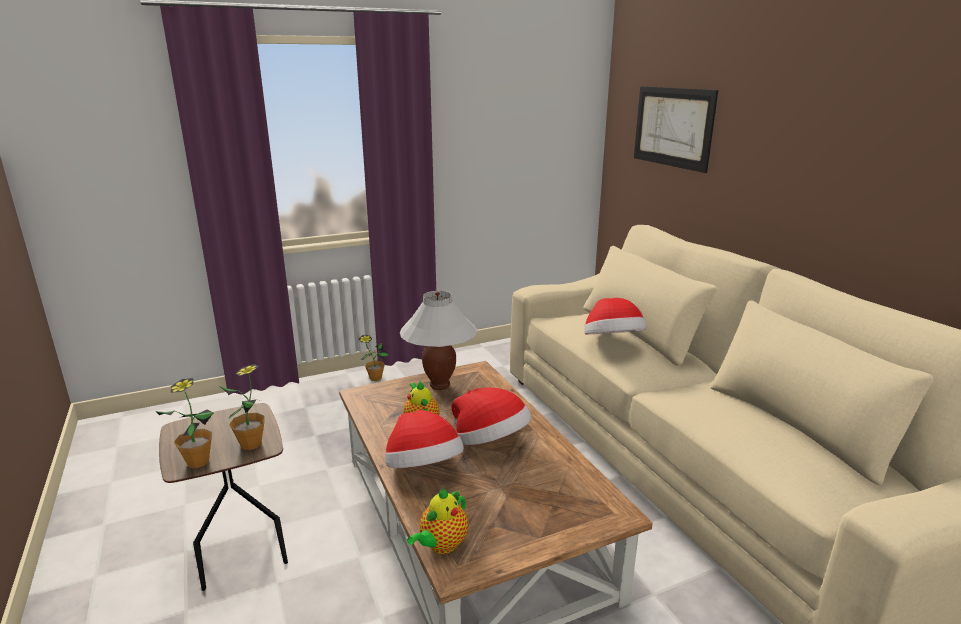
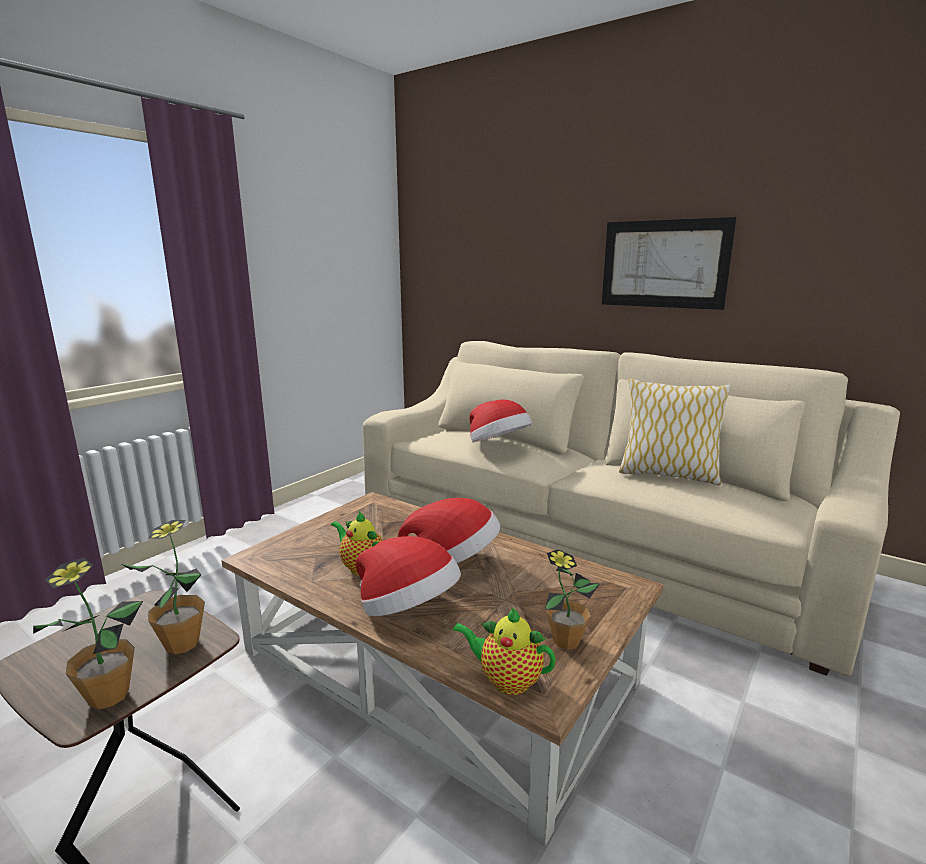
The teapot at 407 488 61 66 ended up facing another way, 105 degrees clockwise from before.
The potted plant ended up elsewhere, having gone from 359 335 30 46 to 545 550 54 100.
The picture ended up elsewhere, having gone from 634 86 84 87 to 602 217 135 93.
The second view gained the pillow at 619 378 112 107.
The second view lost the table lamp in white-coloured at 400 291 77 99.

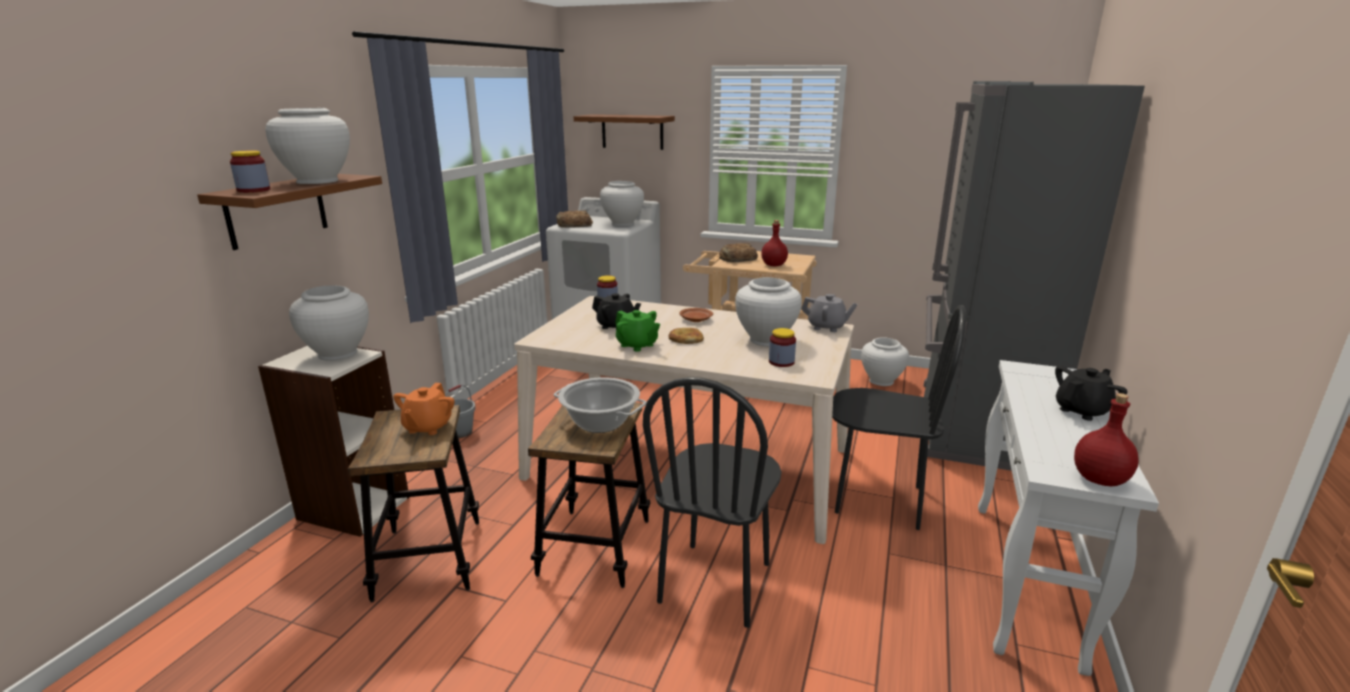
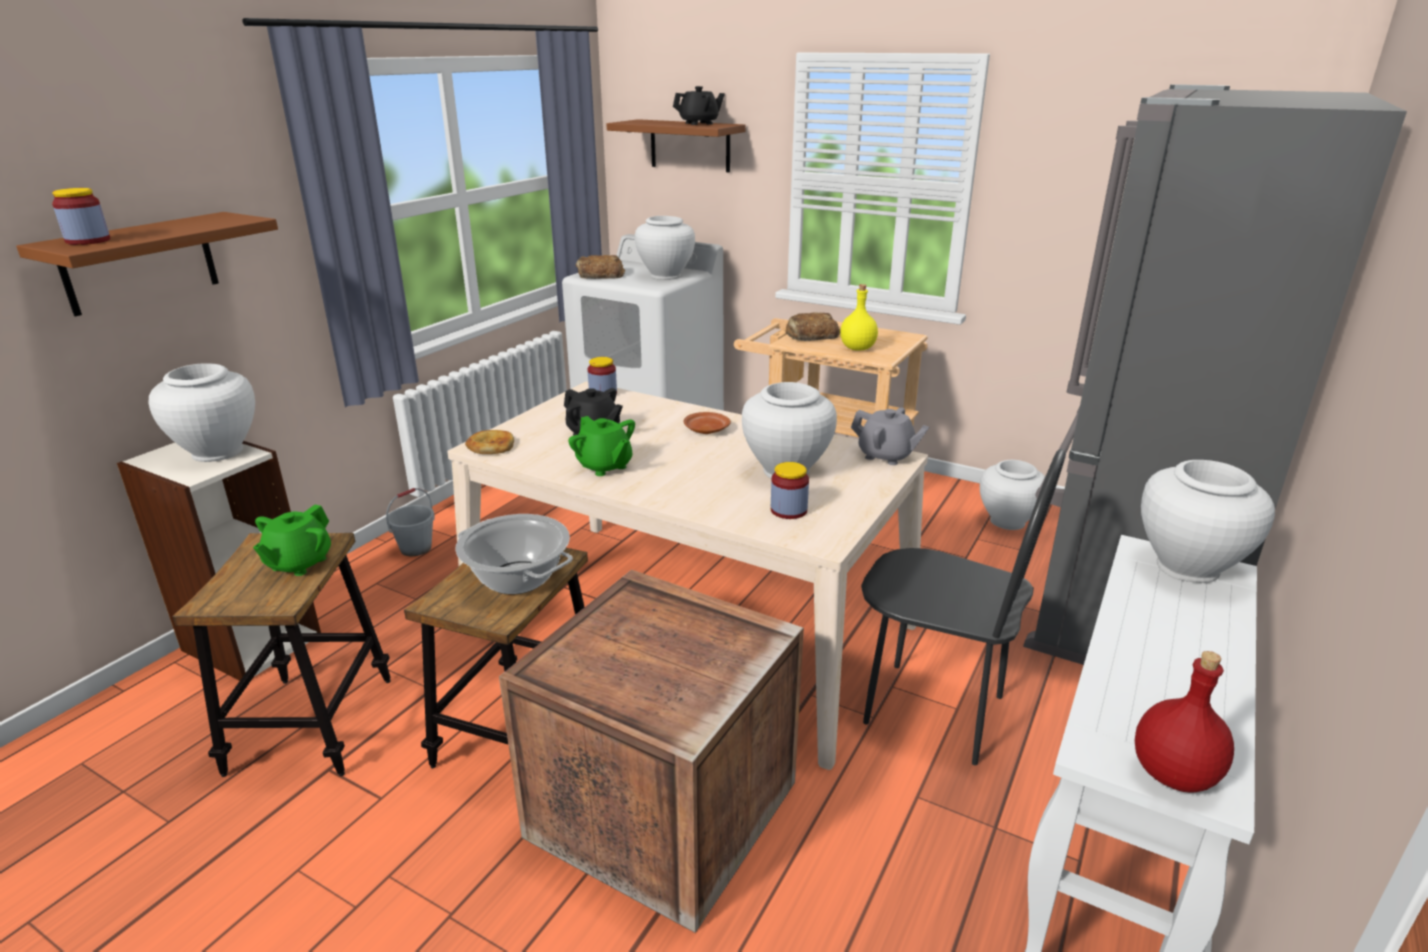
What was the teapot in orange at 393 383 62 52 turned into the teapot in green at 253 505 78 71.
The baked bread ended up elsewhere, having gone from 668 328 36 16 to 465 430 49 24.
Where the upright chair in blackish stood at 643 377 139 251, the shipping crate came to stand at 499 570 305 363.
The teapot in blackish ended up elsewhere, having gone from 1055 366 72 55 to 673 86 52 39.
What was the beverage bottle in reddish at 761 220 27 46 turned into the beverage bottle in yellow at 840 284 38 67.
The vase in white-coloured ended up elsewhere, having gone from 265 108 85 76 to 1141 460 134 123.

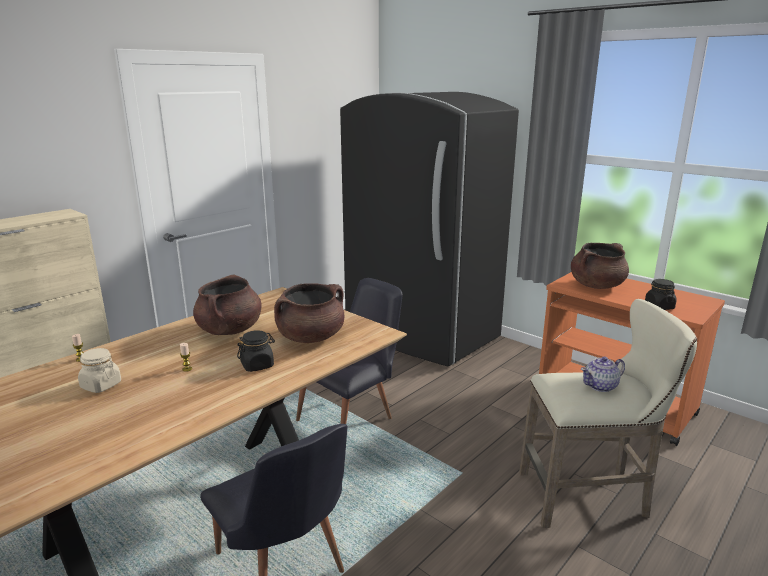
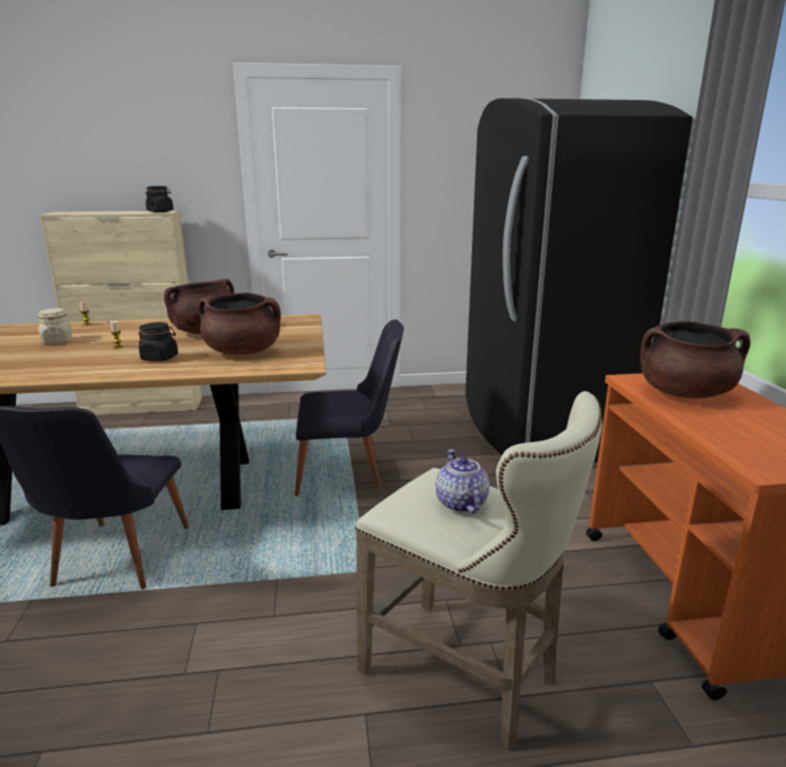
The preserve jar in blackish ended up elsewhere, having gone from 645 279 32 31 to 146 186 28 26.
The teapot at 581 356 44 36 ended up facing another way, 60 degrees clockwise from before.

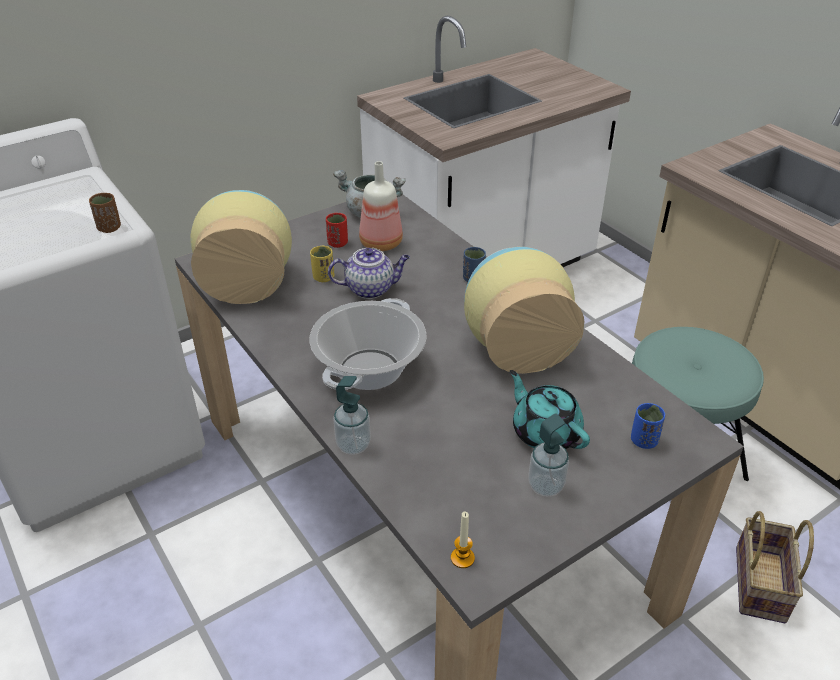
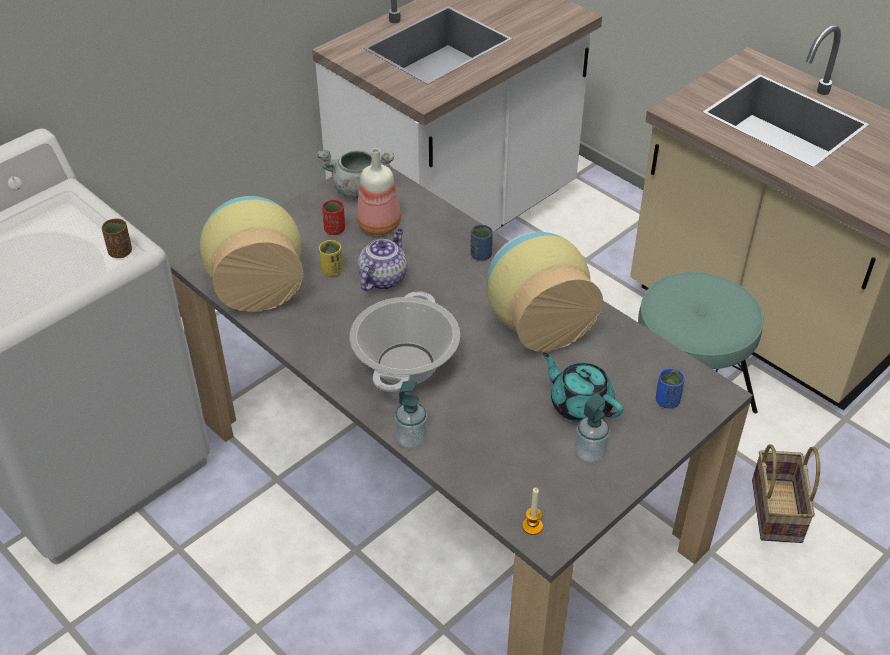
The teapot at 328 248 82 51 ended up facing another way, 45 degrees counterclockwise from before.

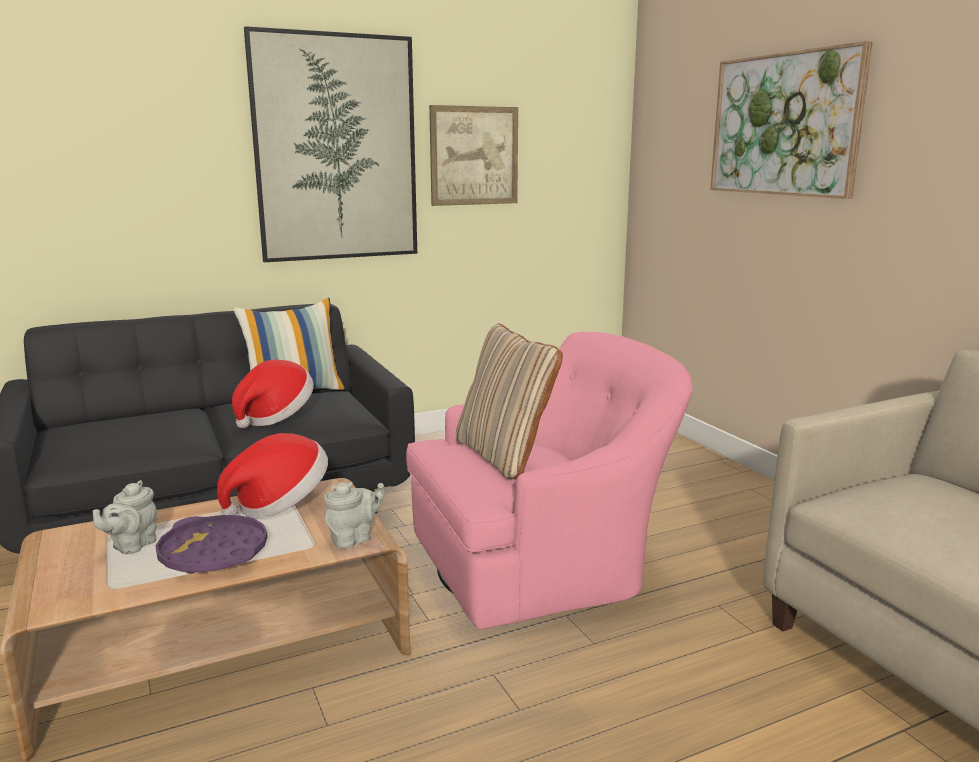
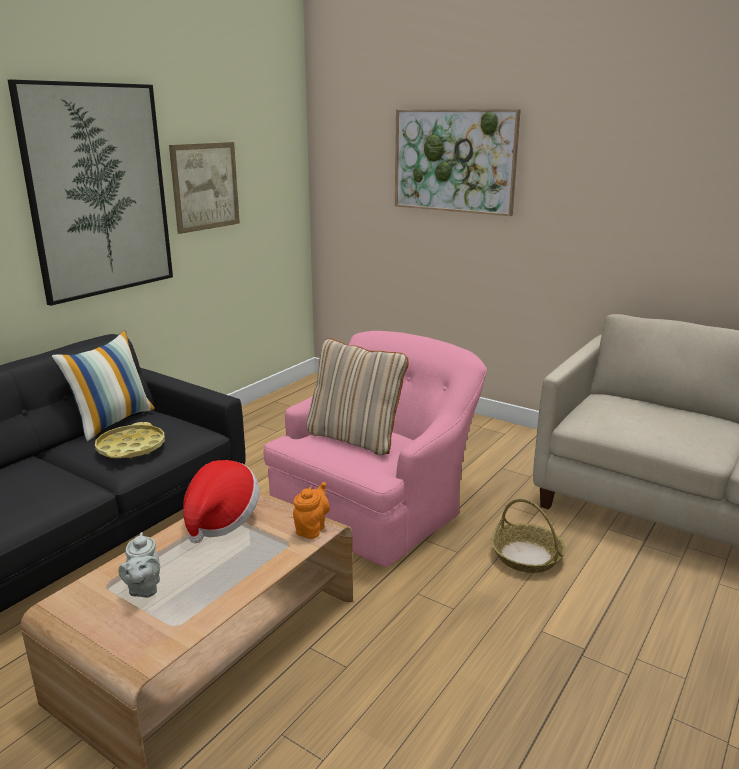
Where the wearable hat stood at 232 360 82 68, the carrying tray in yellow came to stand at 95 422 70 36.
What was the teapot in grey at 324 482 61 66 turned into the teapot in orange at 293 482 37 57.
The second view gained the household basket at 491 499 75 74.
The second view lost the carrying tray in purple at 156 515 112 59.

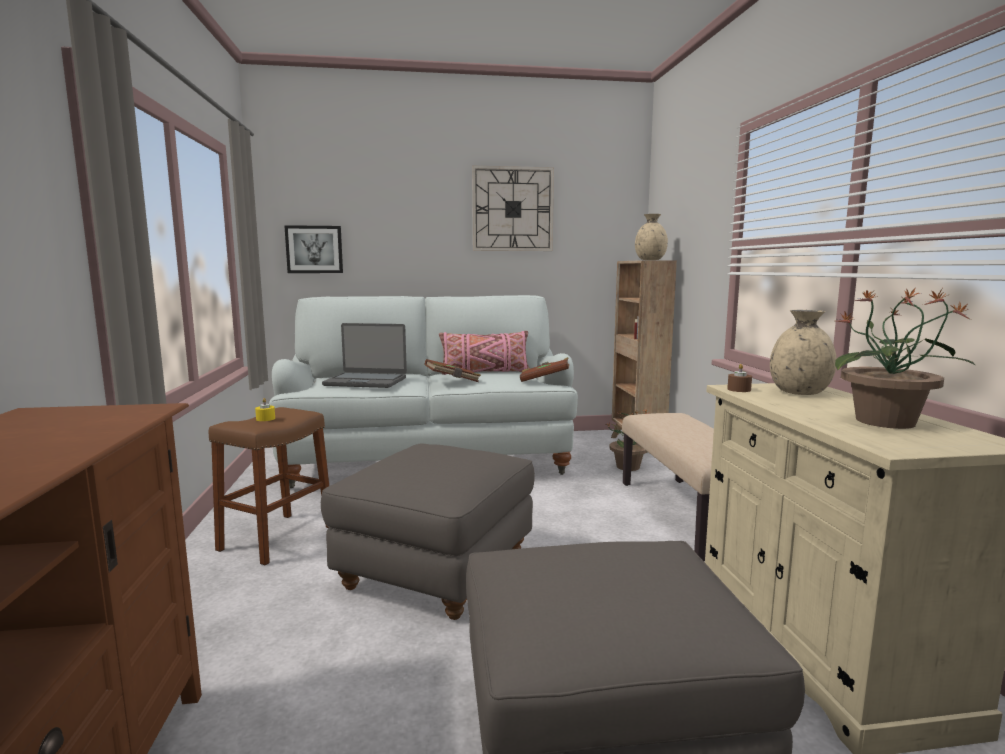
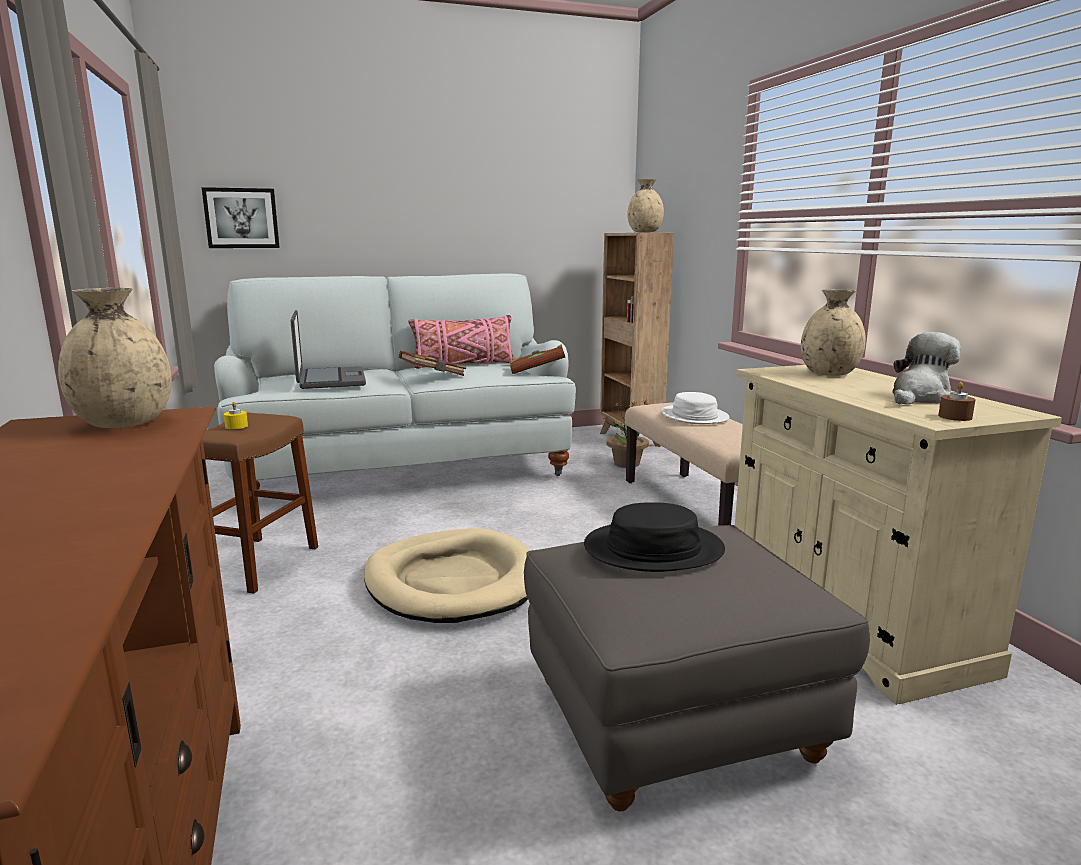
The second view gained the vase in beige-coloured at 58 288 113 140.
The notebook computer at 322 323 85 65 ended up facing another way, 105 degrees counterclockwise from before.
Where the pouffe in grey stood at 321 443 214 177, the pet bed in beige-coloured came to stand at 364 528 167 95.
The second view gained the wearable hat in blackish at 584 502 141 70.
The second view gained the wearable hat in white-coloured at 661 392 69 32.
Where the potted plant stood at 835 287 141 142, the plush toy came to stand at 892 332 69 73.
The wax light in brown ended up elsewhere, having gone from 727 364 25 28 to 938 382 38 39.
The second view lost the wall clock at 472 166 82 85.

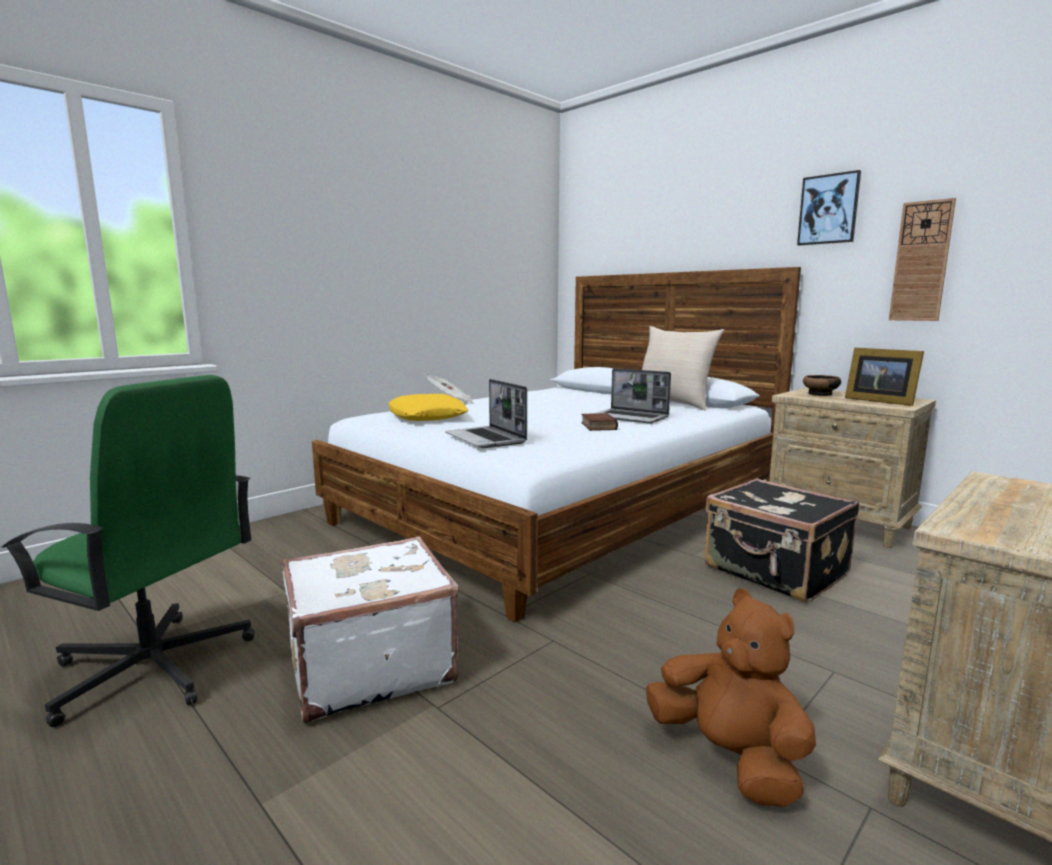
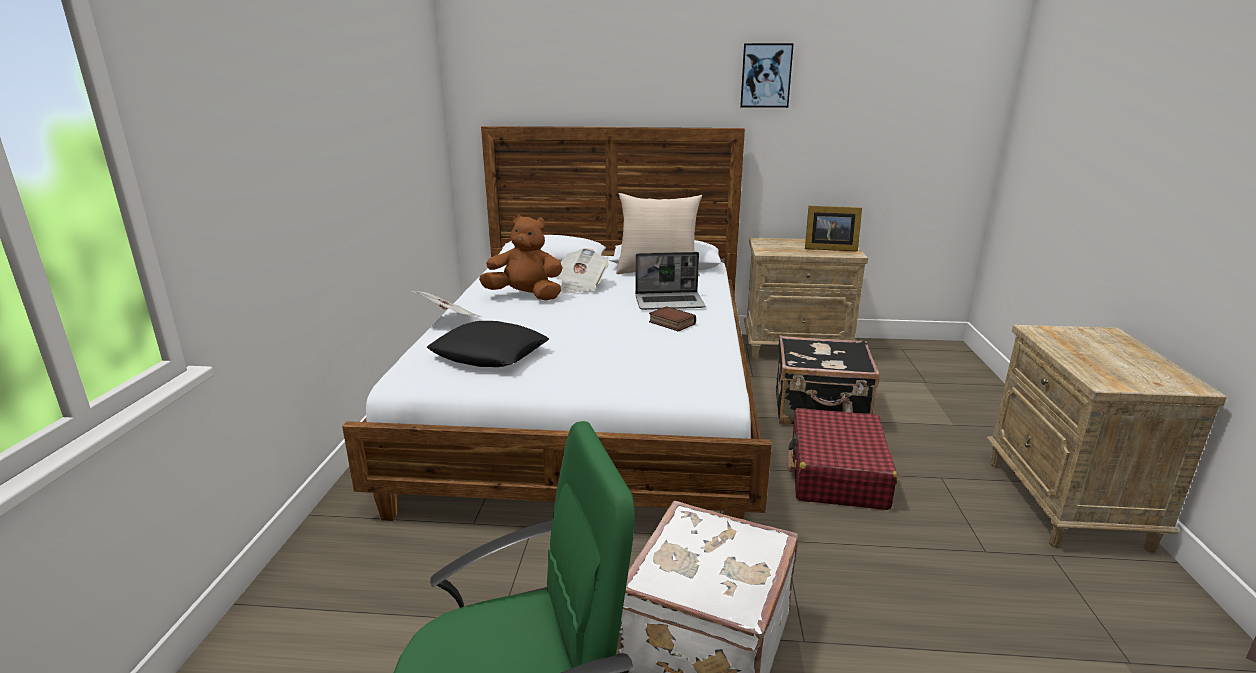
What was the pillow in yellow at 388 394 80 27 turned into the pillow in blackish at 427 321 122 46.
The plush toy in brown ended up elsewhere, having gone from 646 588 170 219 to 479 214 84 86.
The second view gained the daily paper at 556 248 53 45.
The second view gained the travel case in reddish at 788 408 109 102.
The second view lost the notebook computer at 445 379 82 69.
The second view lost the deep dish at 803 375 38 21.
The second view lost the wall clock at 889 198 67 123.

